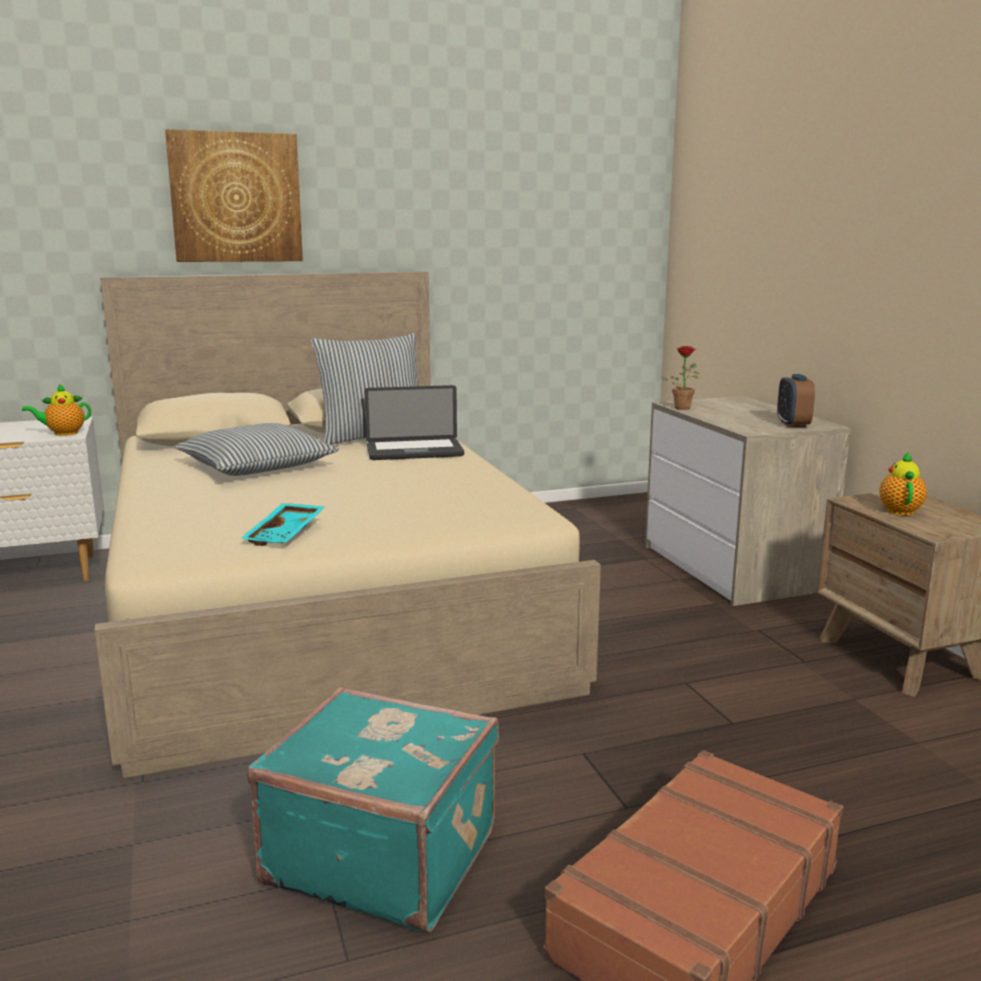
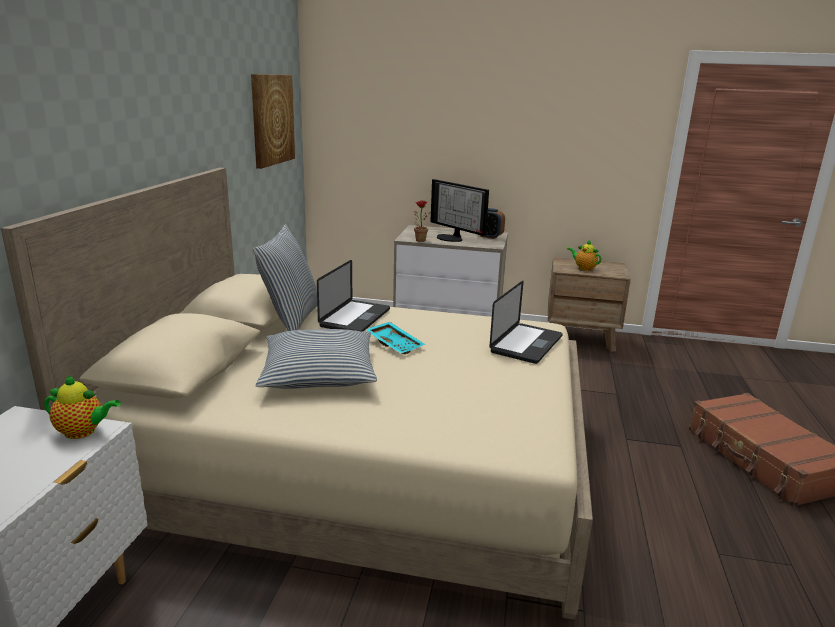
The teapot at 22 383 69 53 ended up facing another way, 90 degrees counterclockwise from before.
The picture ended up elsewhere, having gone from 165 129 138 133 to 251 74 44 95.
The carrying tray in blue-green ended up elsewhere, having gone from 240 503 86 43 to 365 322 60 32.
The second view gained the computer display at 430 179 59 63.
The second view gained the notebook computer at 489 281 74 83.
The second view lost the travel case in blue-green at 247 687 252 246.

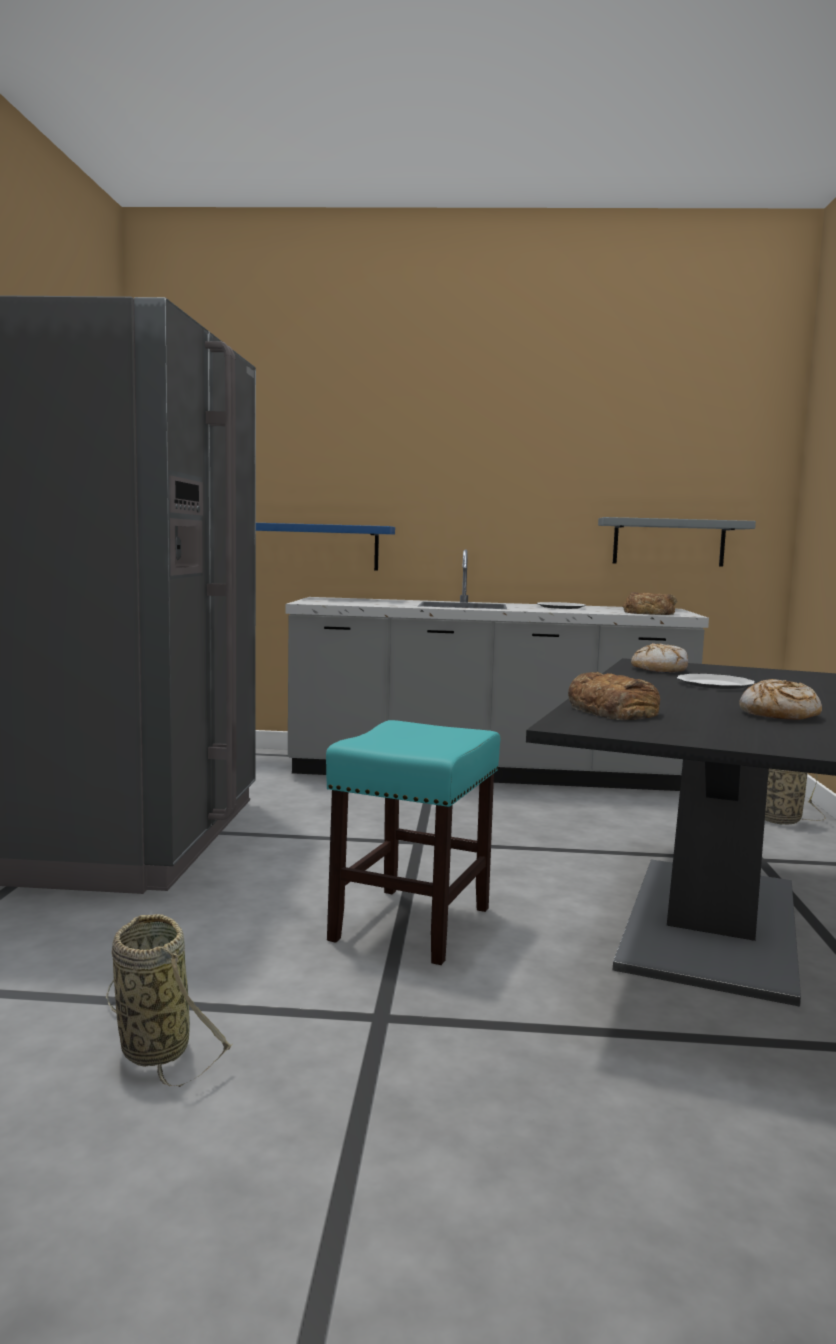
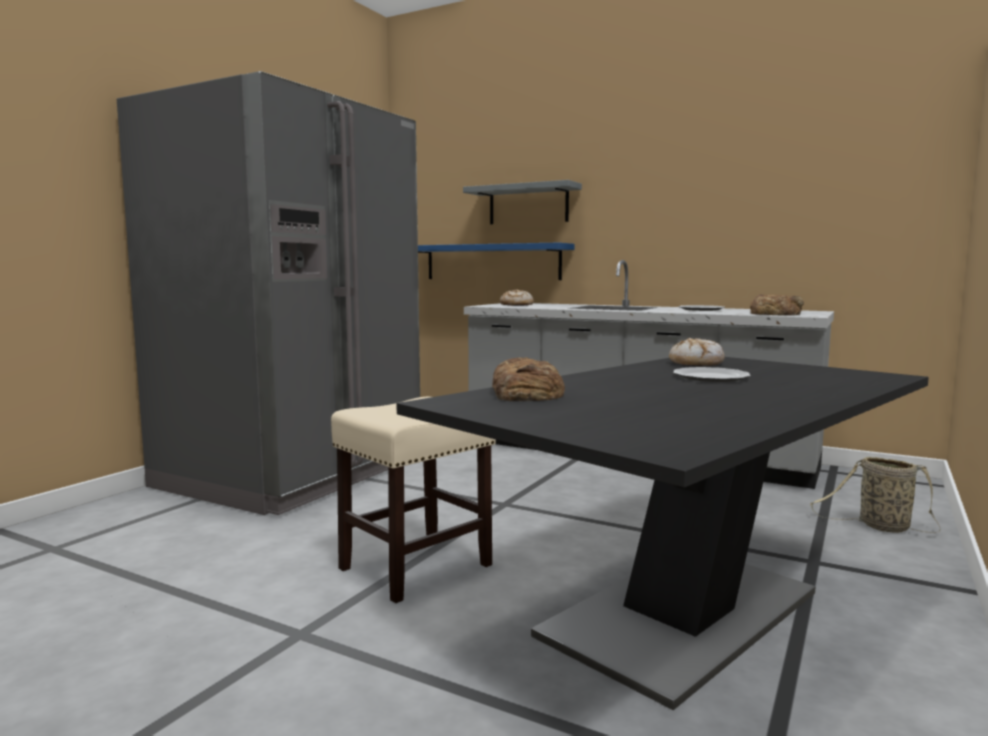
What was the stool seat in blue-green at 326 720 174 245 turned into the stool seat in beige-coloured at 331 397 165 206.
The shelf in grey ended up elsewhere, having gone from 598 517 158 50 to 463 180 119 44.
The baked bread ended up elsewhere, having gone from 739 679 83 41 to 500 290 34 16.
The second view lost the household basket at 106 914 126 173.

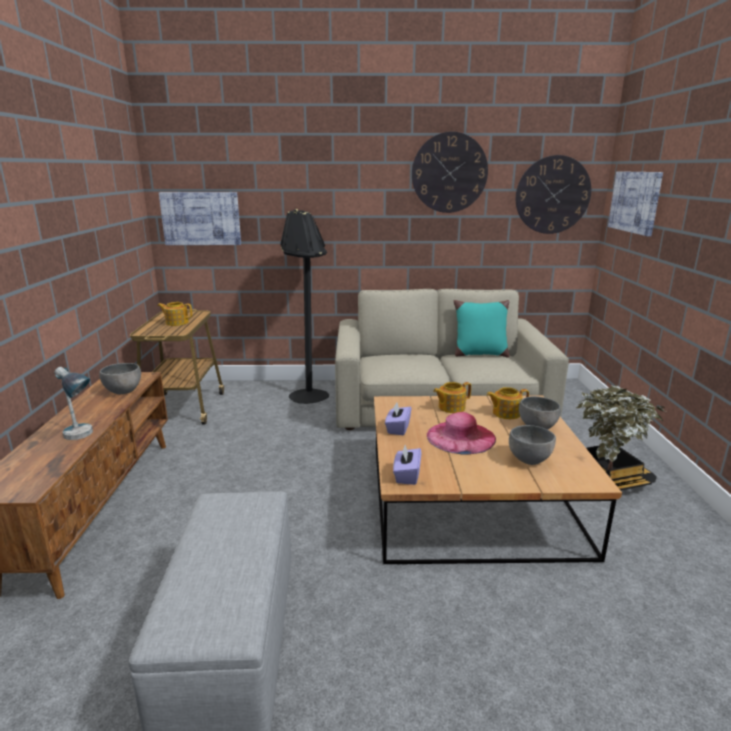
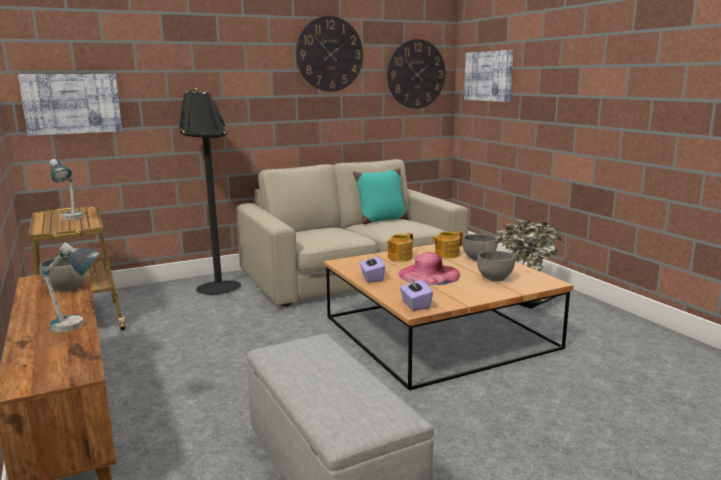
Where the teapot stood at 157 302 35 24, the table lamp came to stand at 49 159 35 61.

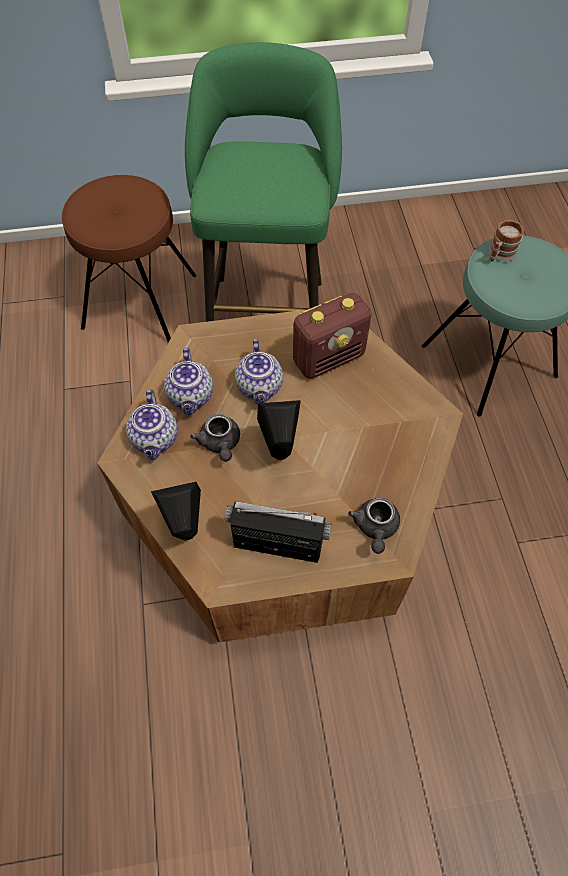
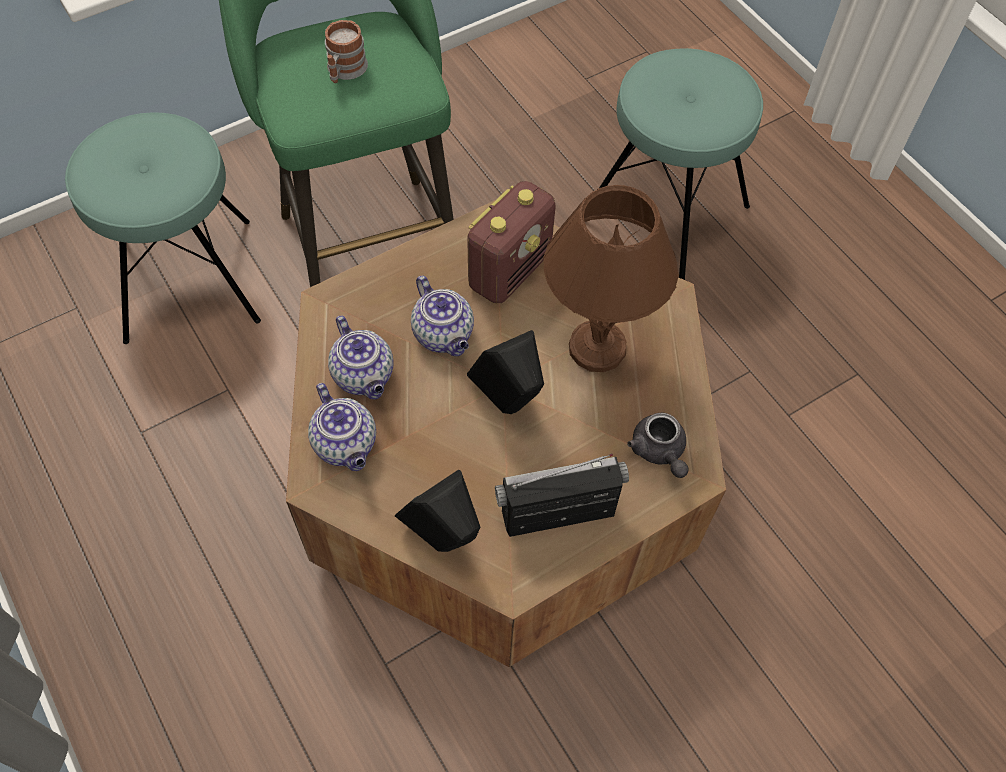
What was the stool seat in brown at 62 175 134 167 turned into the stool seat in blue-green at 65 112 196 232.
The coffee mug ended up elsewhere, having gone from 488 220 36 42 to 325 20 43 63.
The second view gained the table lamp in brown at 543 185 136 187.
The second view lost the teapot in grey at 190 414 50 48.

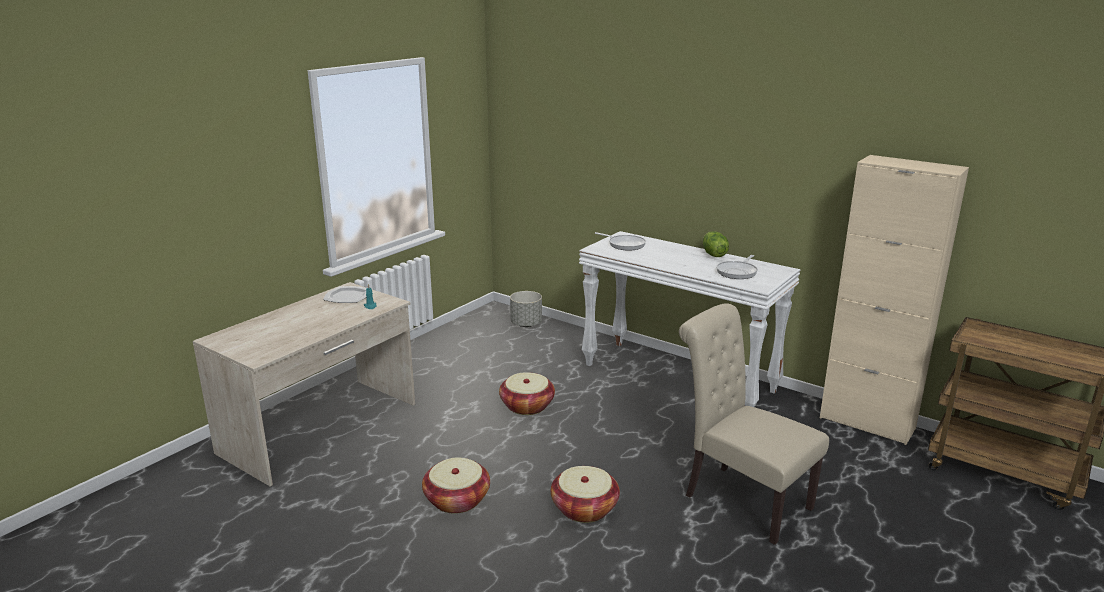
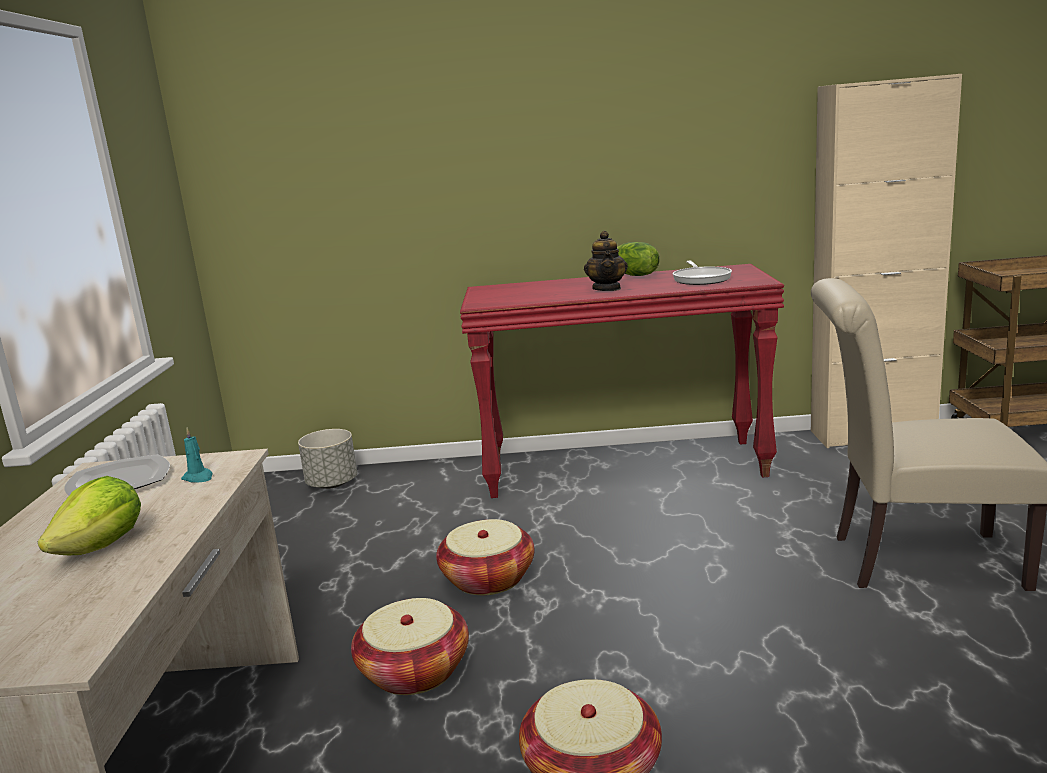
The second view gained the lettuce at 38 476 103 79.
The household basket ended up elsewhere, having gone from 551 466 69 57 to 351 598 118 97.
What was the hall table in white-coloured at 579 231 221 176 turned into the hall table in reddish at 460 264 324 234.
The second view gained the teapot at 584 231 44 60.
The second view lost the skillet at 595 232 51 18.

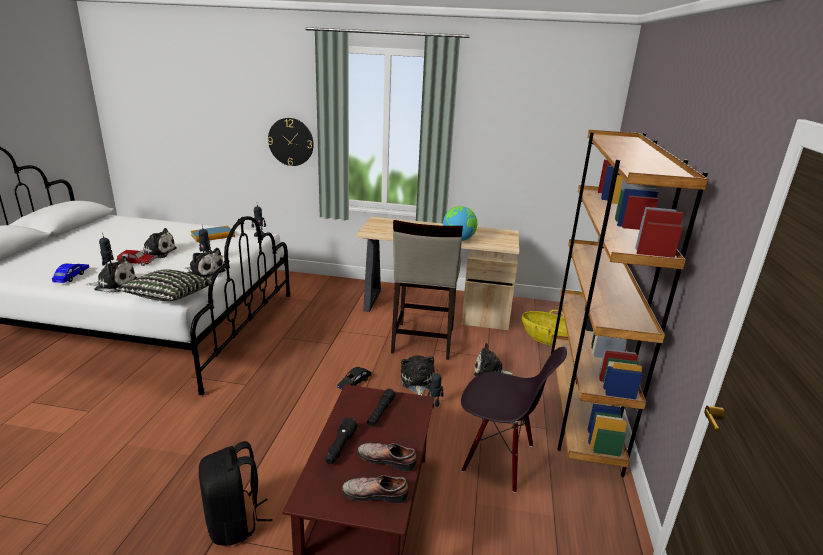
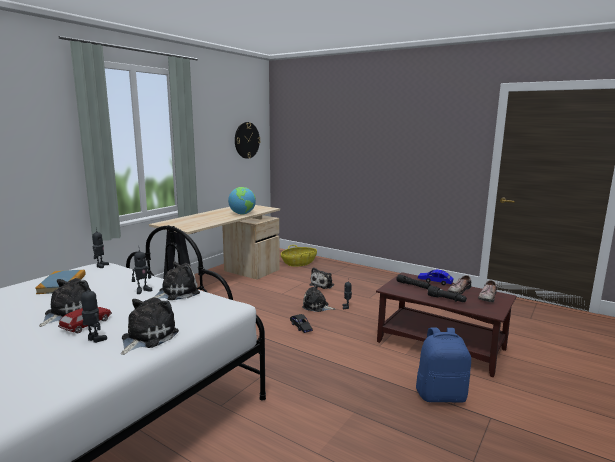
The wall clock ended up elsewhere, having gone from 268 118 46 48 to 235 122 26 37.
What was the backpack in blackish at 199 441 74 105 turned into the backpack in bluish at 416 328 55 74.
The miniature car in bluish ended up elsewhere, having gone from 52 264 37 19 to 418 270 35 15.
The second view lost the pillow at 116 269 96 32.
The second view lost the stool seat in beige-coloured at 391 220 72 140.
The second view lost the upright chair in blackish at 461 347 106 146.
The second view lost the bookcase in brown at 551 130 157 347.

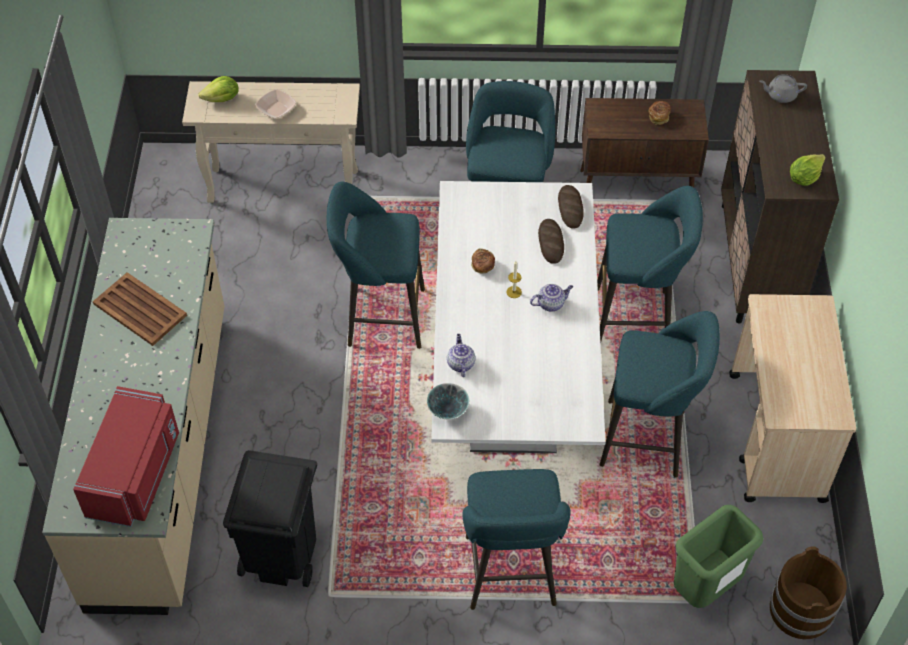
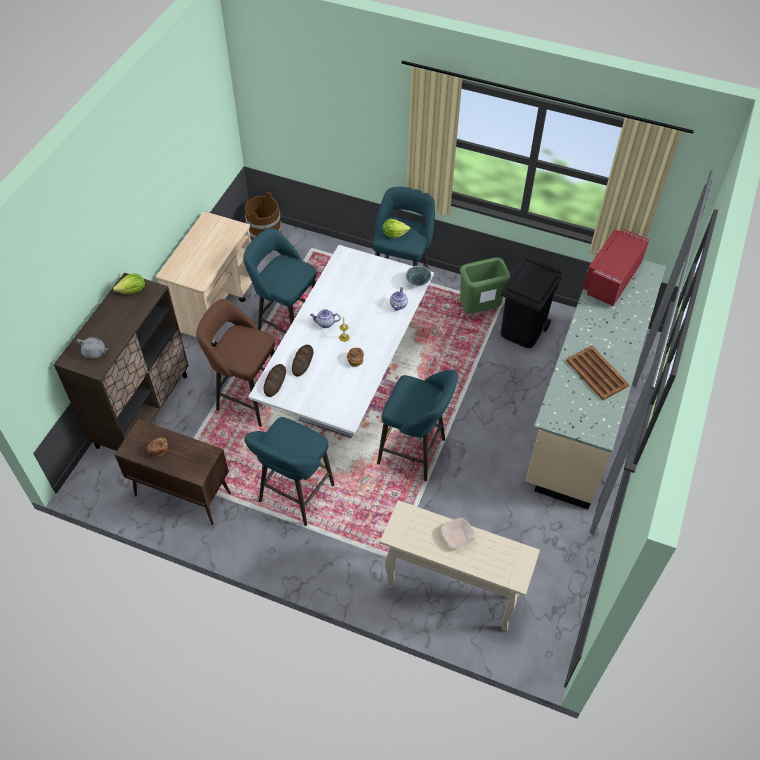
What was the stool seat in blue-green at 597 186 106 157 turned into the stool seat in brown at 196 299 79 128.
The lettuce ended up elsewhere, having gone from 198 76 41 26 to 383 219 27 19.
The trash can in green ended up elsewhere, having gone from 674 505 89 103 to 460 257 51 57.

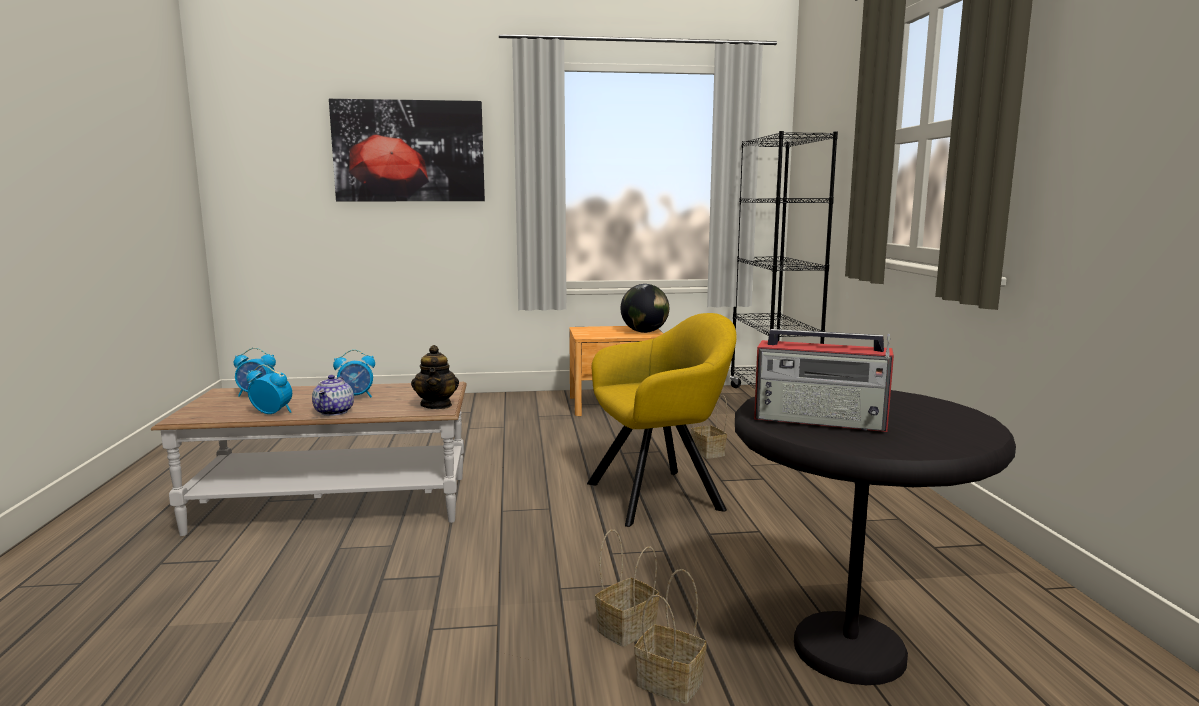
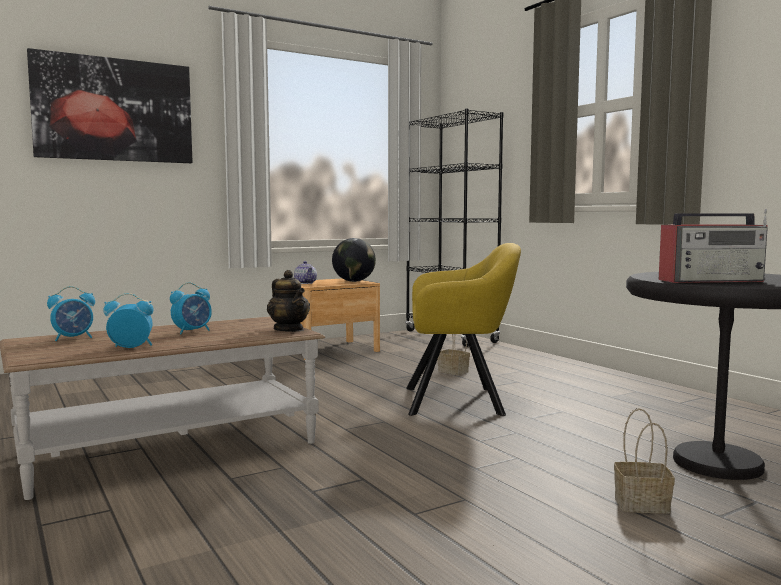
The teapot ended up elsewhere, having gone from 312 375 42 41 to 294 261 23 23.
The lounge chair in yellow at 587 313 150 214 ended up facing another way, 45 degrees clockwise from before.
The second view lost the household basket at 595 530 64 117.

